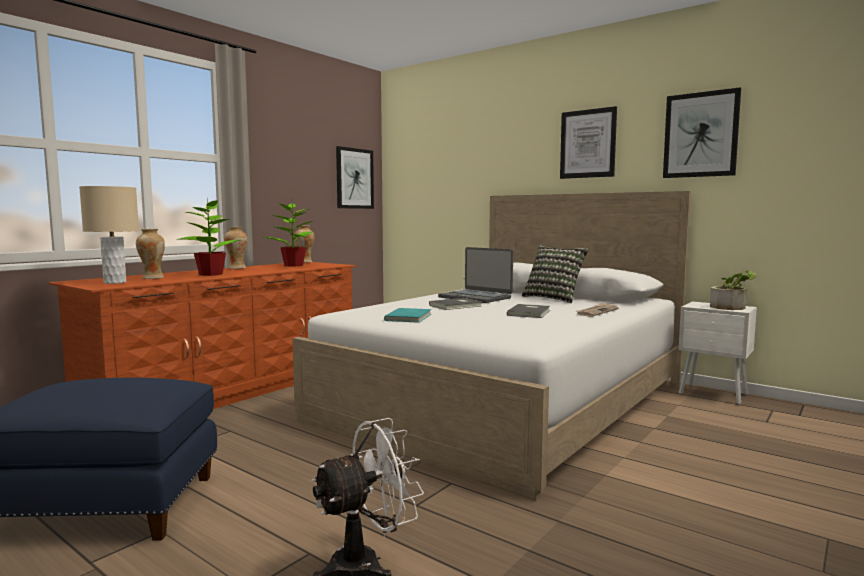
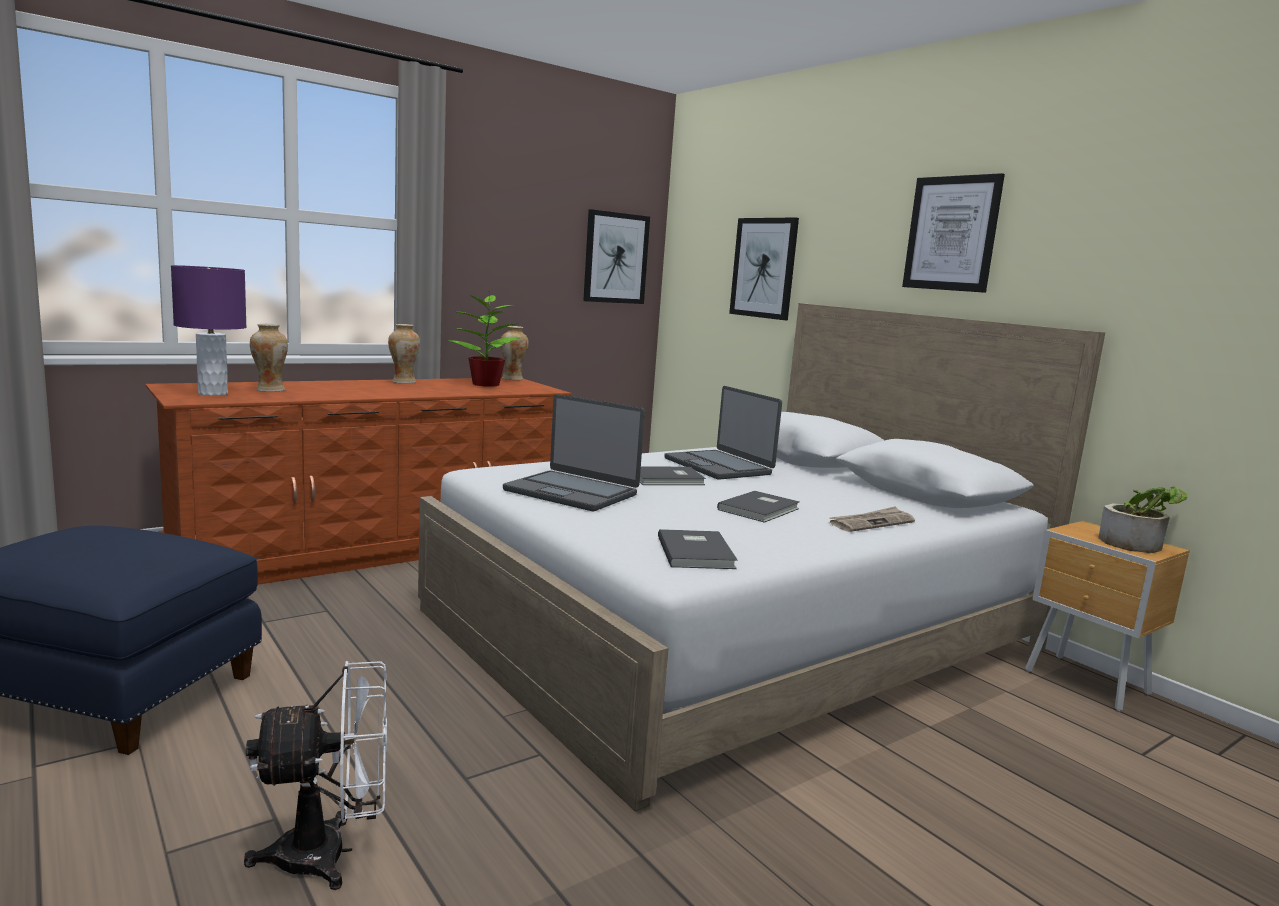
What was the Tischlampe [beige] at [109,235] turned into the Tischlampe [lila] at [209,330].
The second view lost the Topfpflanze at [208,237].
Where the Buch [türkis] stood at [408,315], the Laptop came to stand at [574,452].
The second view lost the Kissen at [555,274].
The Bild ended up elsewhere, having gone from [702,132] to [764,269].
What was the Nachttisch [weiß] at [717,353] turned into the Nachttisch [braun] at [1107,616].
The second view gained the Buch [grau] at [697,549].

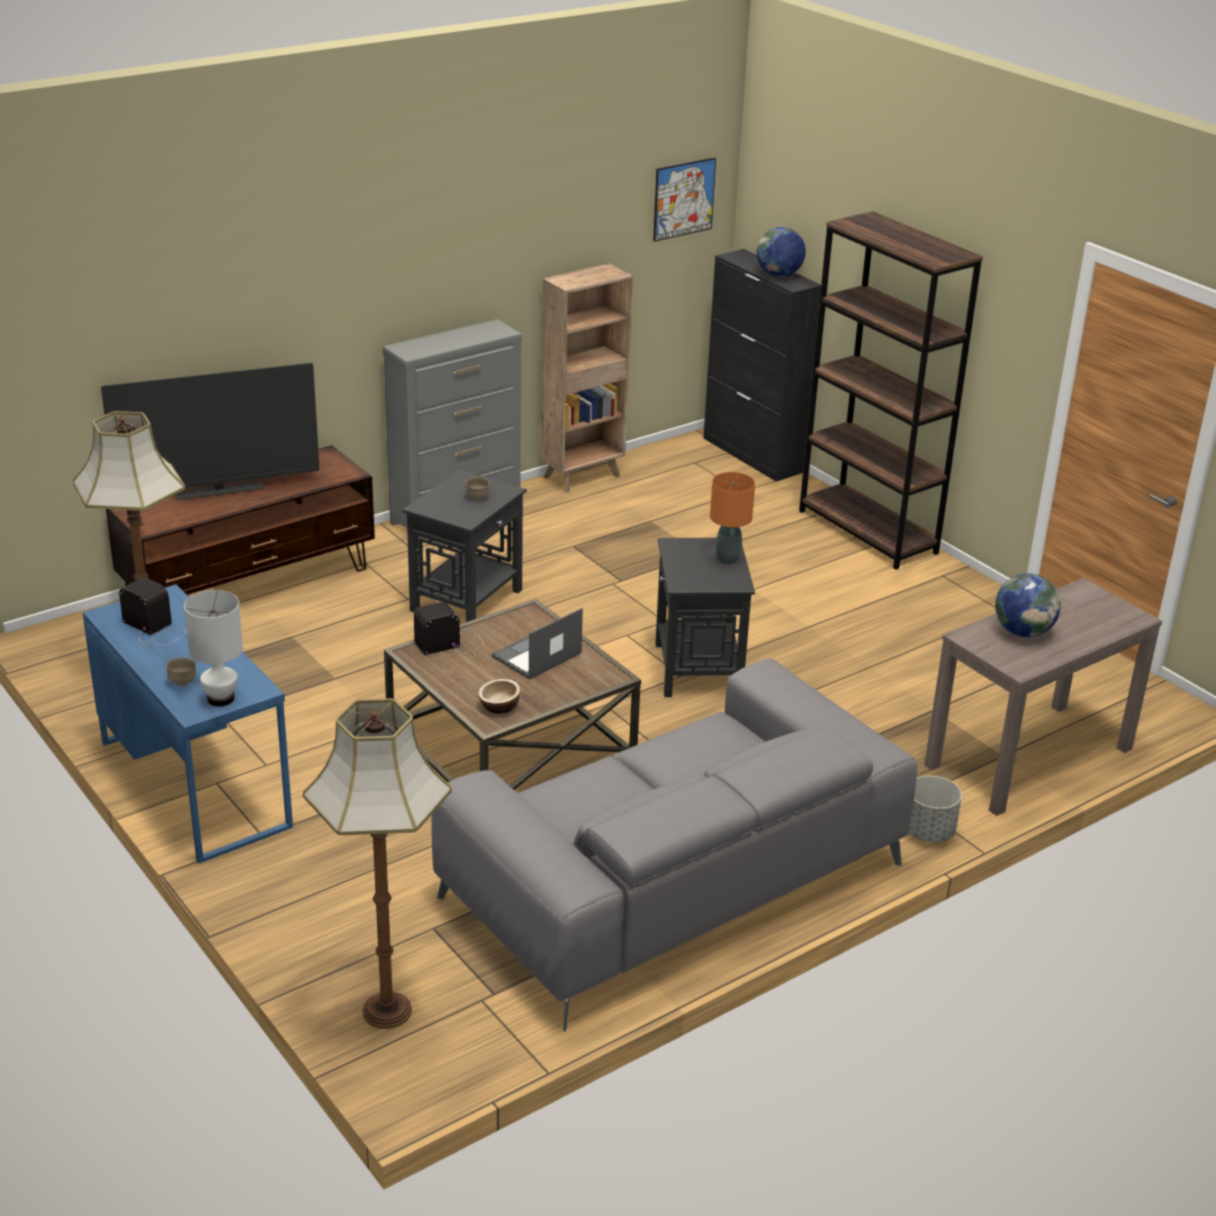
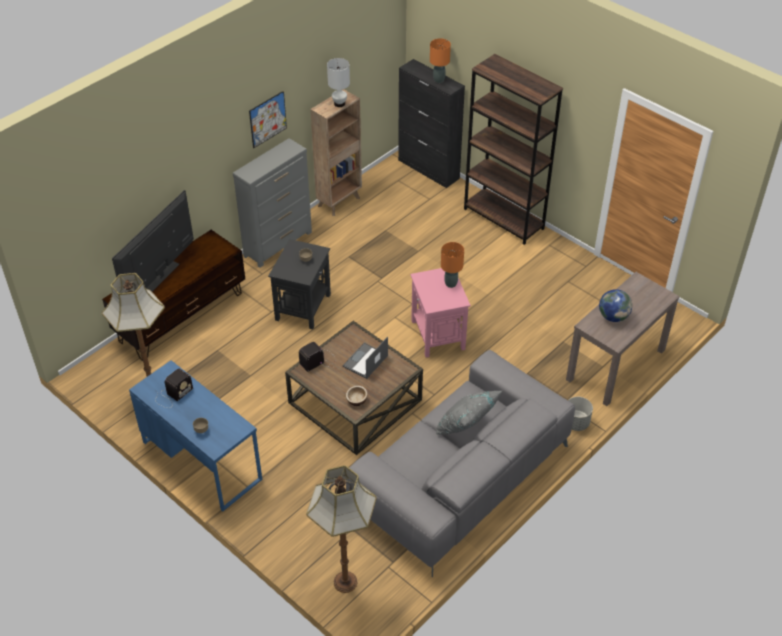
The Fernseher at [210,431] ended up facing another way, 150 degrees clockwise from before.
The Radio at [152,612] ended up facing another way, 105 degrees clockwise from before.
The Tischlampe [weiß] ended up elsewhere, having gone from [213,648] to [338,82].
The Bild ended up elsewhere, having gone from [684,200] to [268,119].
What was the Beistelltisch [schwarz] at [705,617] turned into the Beistelltisch [rosa] at [440,313].
Where the Globus stood at [781,252], the Tischlampe [orange] came to stand at [440,61].
The second view gained the Kissen [grau] at [469,412].

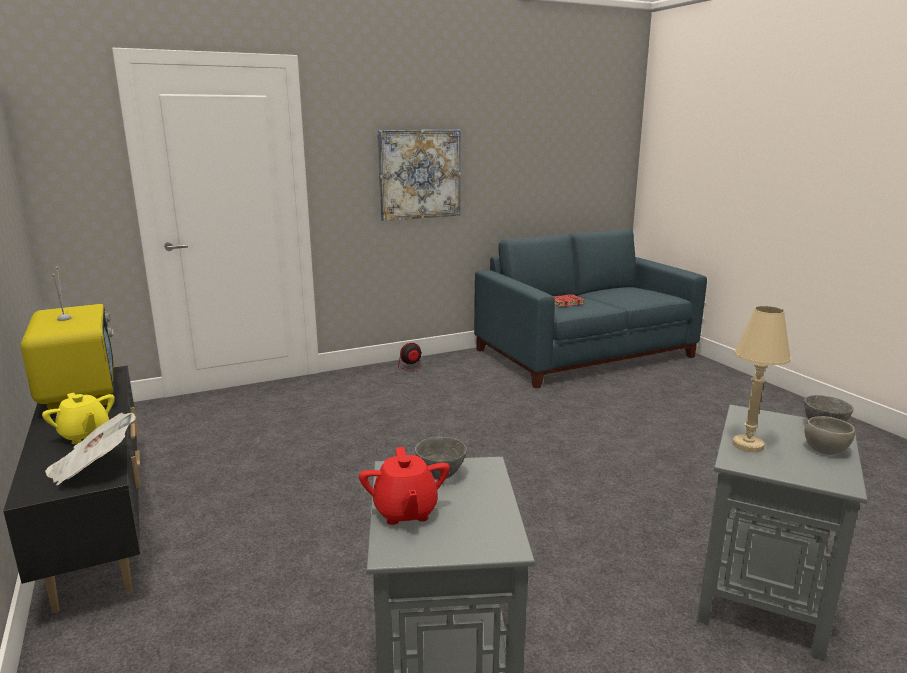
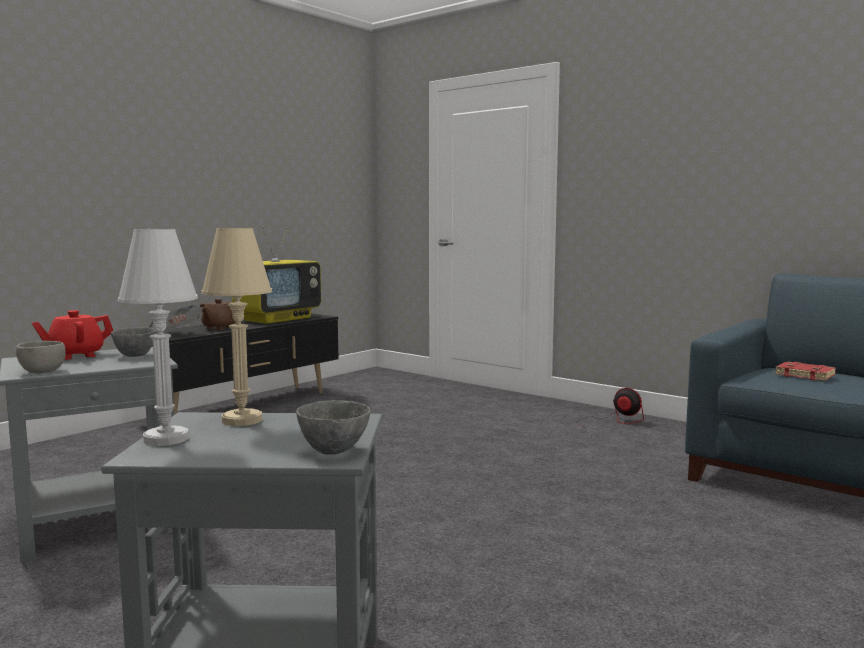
What was the Teekanne [gelb] at [78,418] turned into the Teekanne [braun] at [217,314].
The second view lost the Bild at [419,175].
The Schüssel [grau] ended up elsewhere, having gone from [829,435] to [41,357].
The second view gained the Tischlampe [weiß] at [158,337].

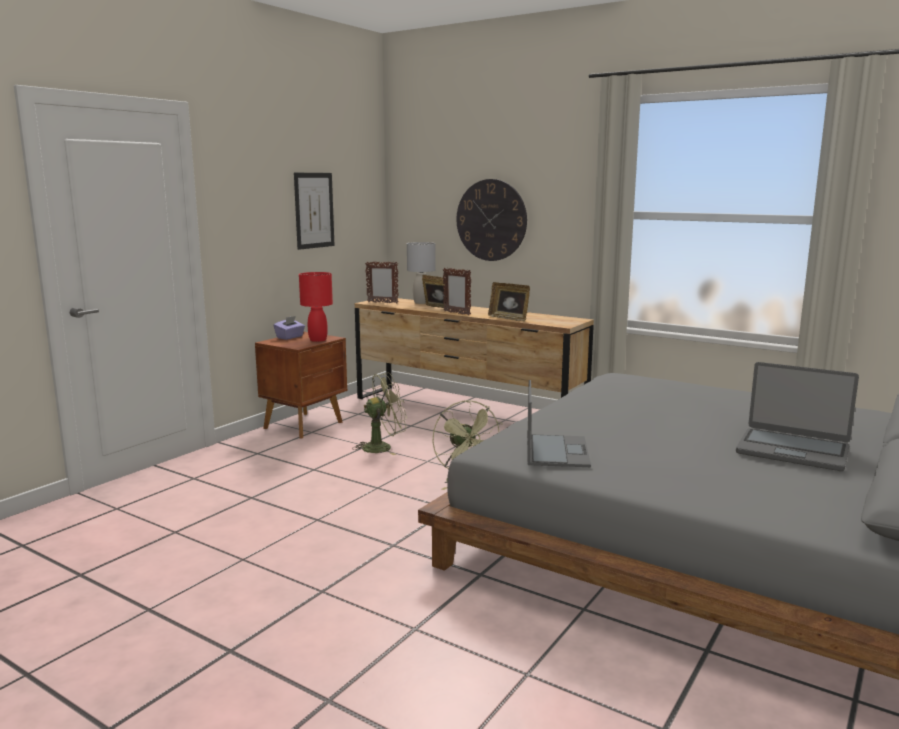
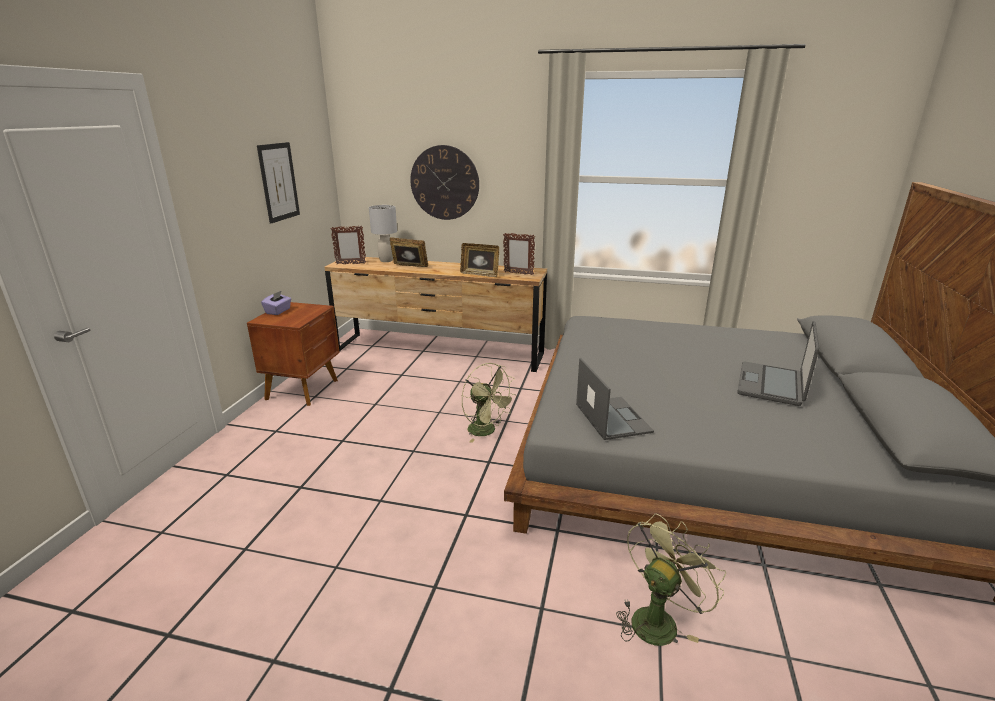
The second view lost the Tischlampe [rot] at [316,307].
The Ventilator [grün] ended up elsewhere, having gone from [379,413] to [671,580].
The Bilderrahmen ended up elsewhere, having gone from [457,291] to [519,254].
The Laptop at [797,416] ended up facing another way, 105 degrees clockwise from before.

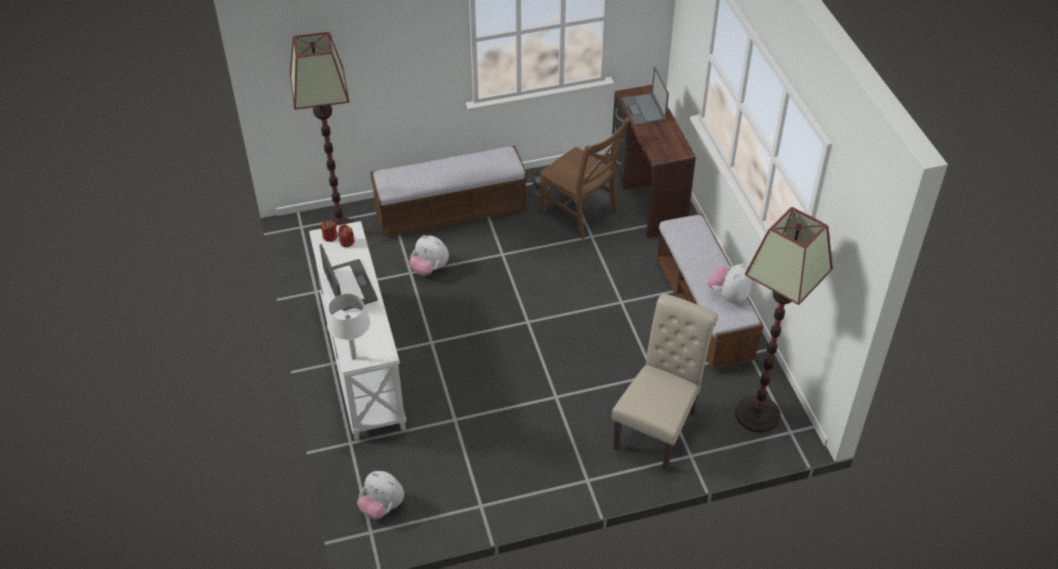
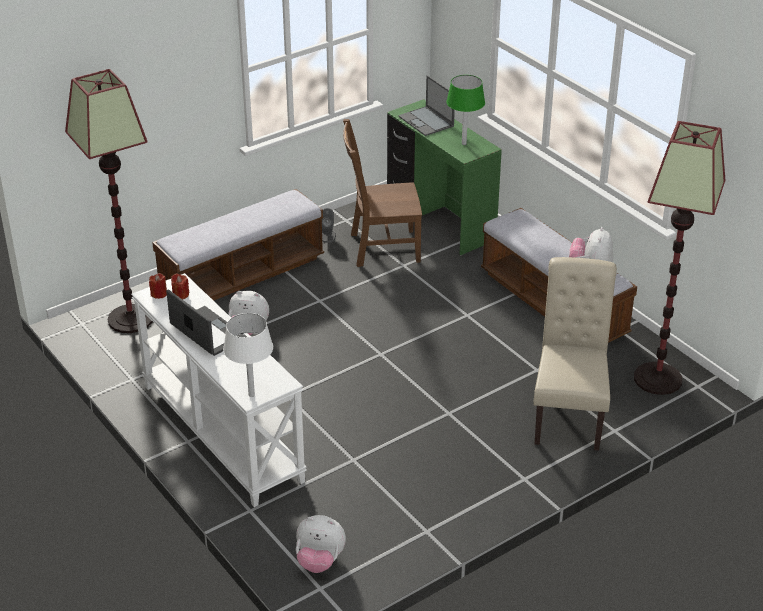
The Stuhl [braun] at [584,178] ended up facing another way, 150 degrees clockwise from before.
What was the Schreibtisch [braun] at [653,161] turned into the Schreibtisch [grün] at [444,177].
The second view gained the Tischlampe [grün] at [465,110].

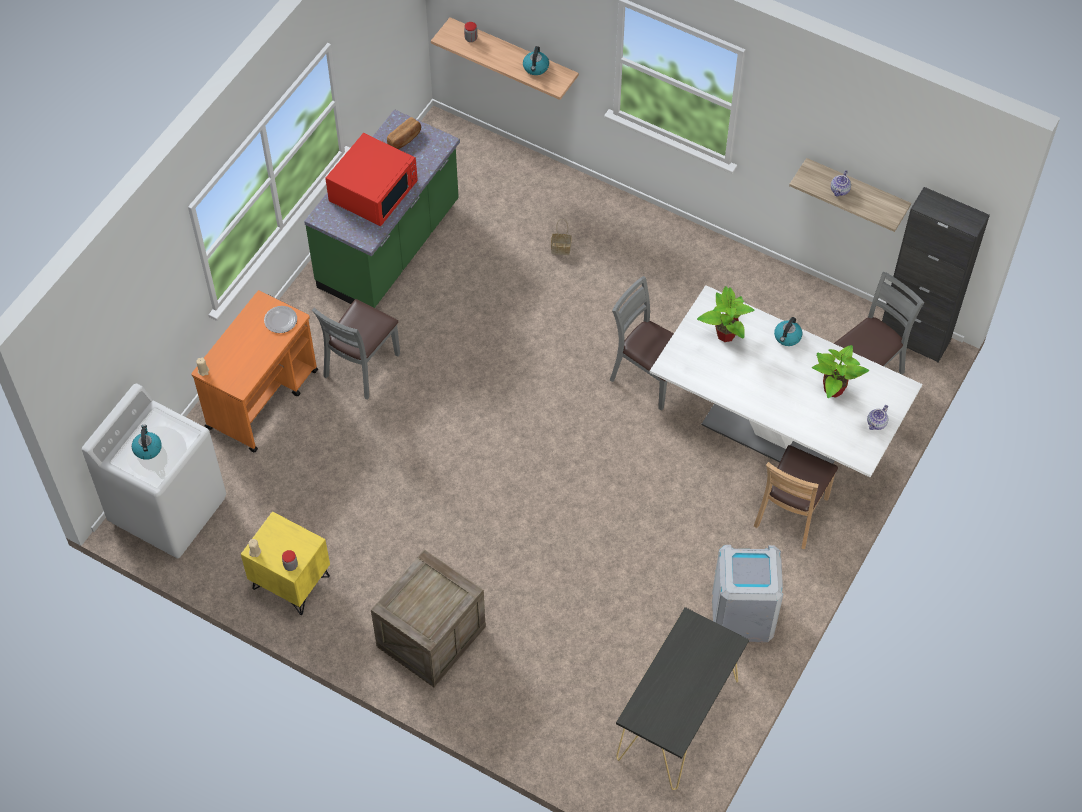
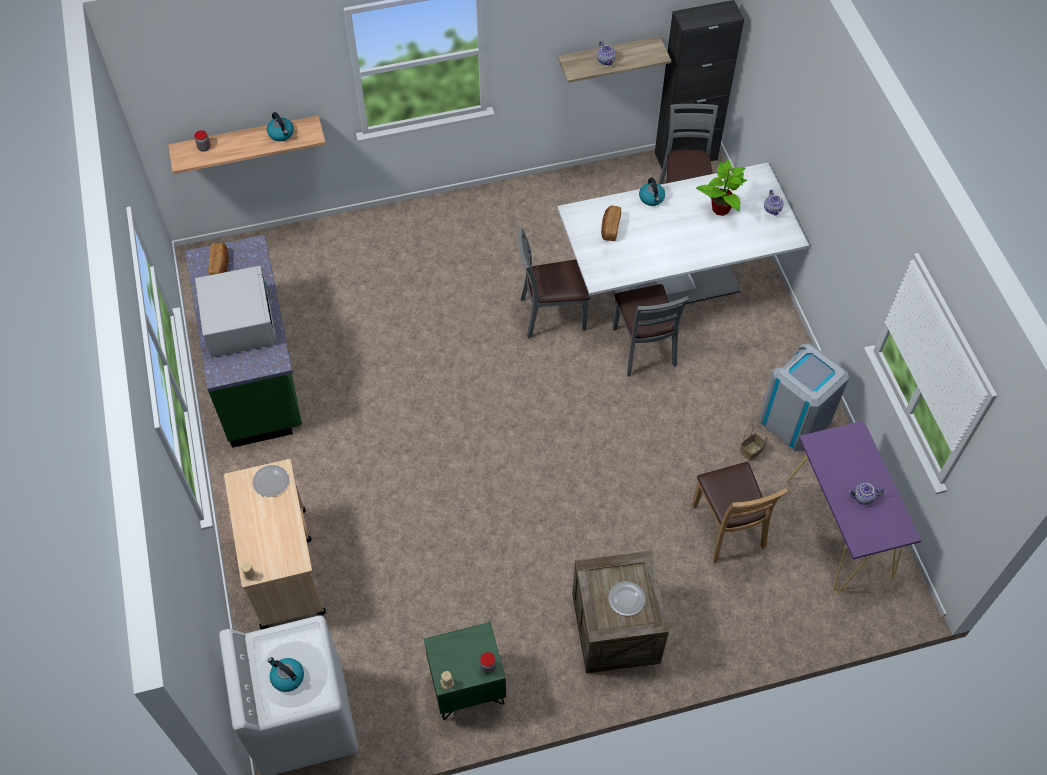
What was the Rollwagen [orange] at [254,371] turned into the Rollwagen [beige] at [275,544].
What was the Nachttisch [gelb] at [285,563] turned into the Nachttisch [grün] at [465,671].
The Stuhl [grau] ended up elsewhere, having gone from [356,349] to [650,330].
What was the Mikrowelle [rot] at [371,179] turned into the Mikrowelle [weiß] at [236,311].
The Korb ended up elsewhere, having gone from [561,237] to [753,442].
What was the Konsolentisch [schwarz] at [682,698] turned into the Konsolentisch [lila] at [854,506].
Where the Topfpflanze stood at [726,314], the Brot came to stand at [611,223].
The Stuhl [braun] ended up elsewhere, having gone from [796,497] to [740,512].
The second view gained the Teller at [626,598].
The second view gained the Teekanne at [866,494].

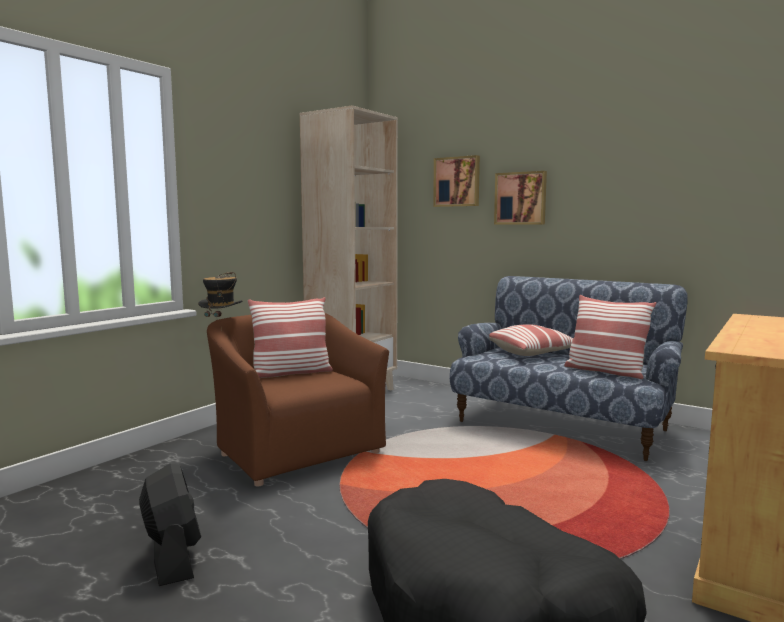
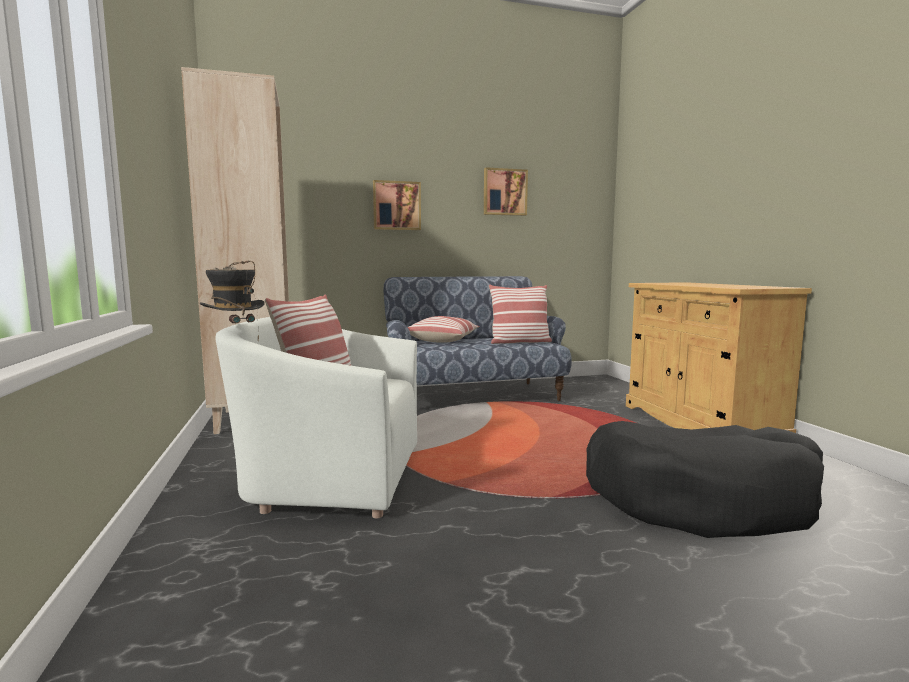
The second view lost the Ventilator [schwarz] at [170,524].
What was the Sessel [braun] at [298,400] turned into the Sessel [weiß] at [316,418].
The Bild ended up elsewhere, having gone from [456,181] to [506,191].

